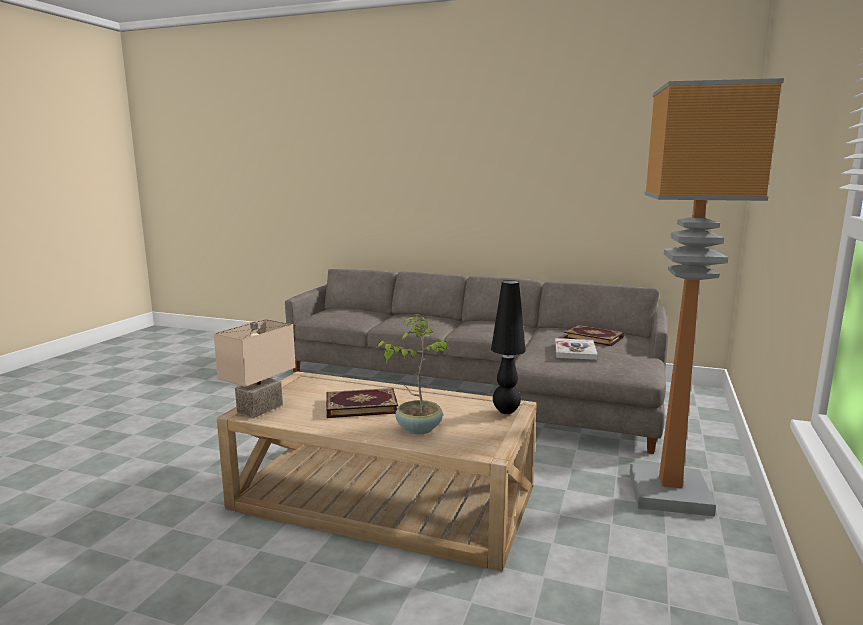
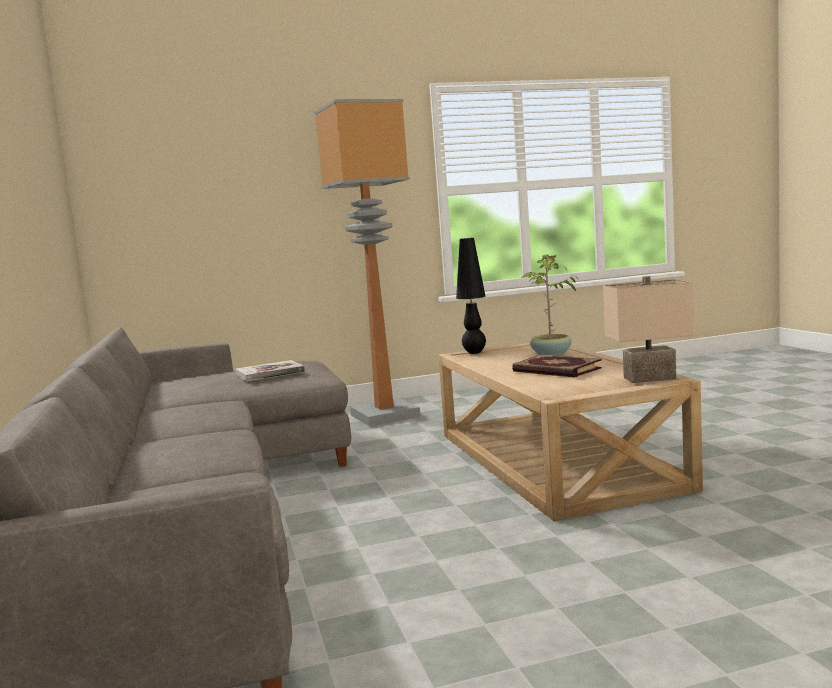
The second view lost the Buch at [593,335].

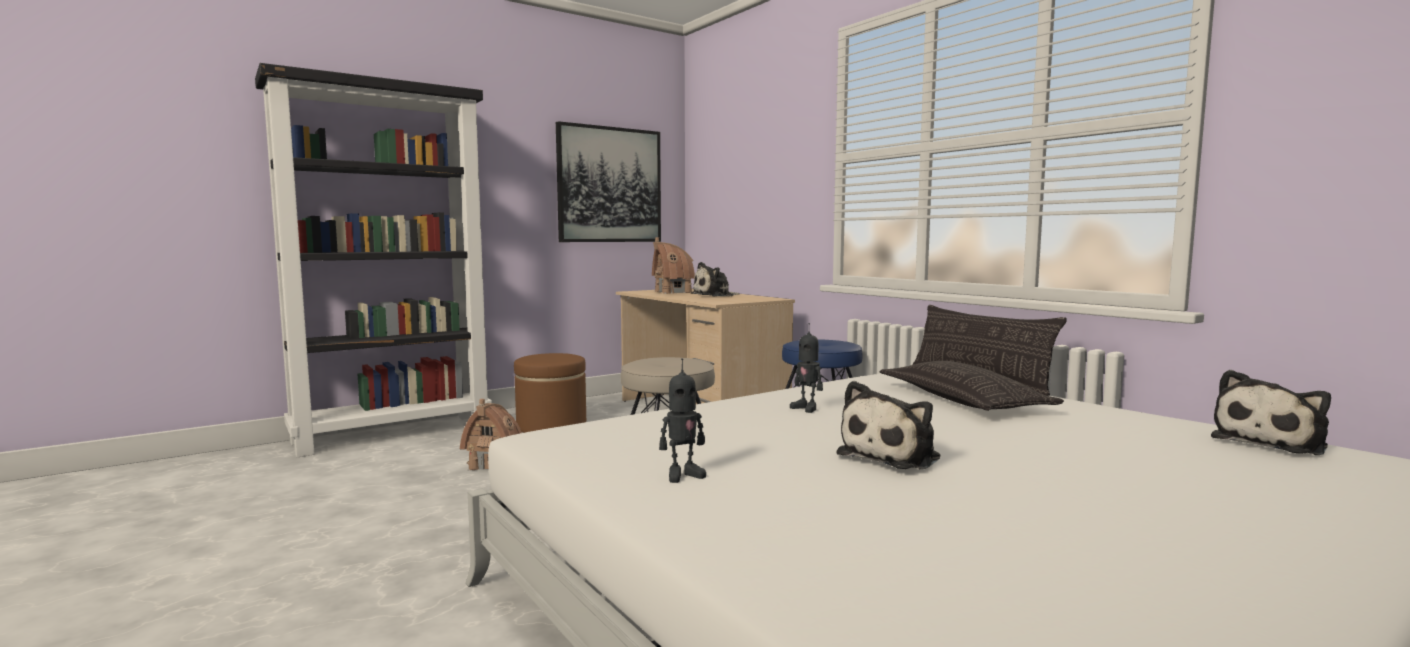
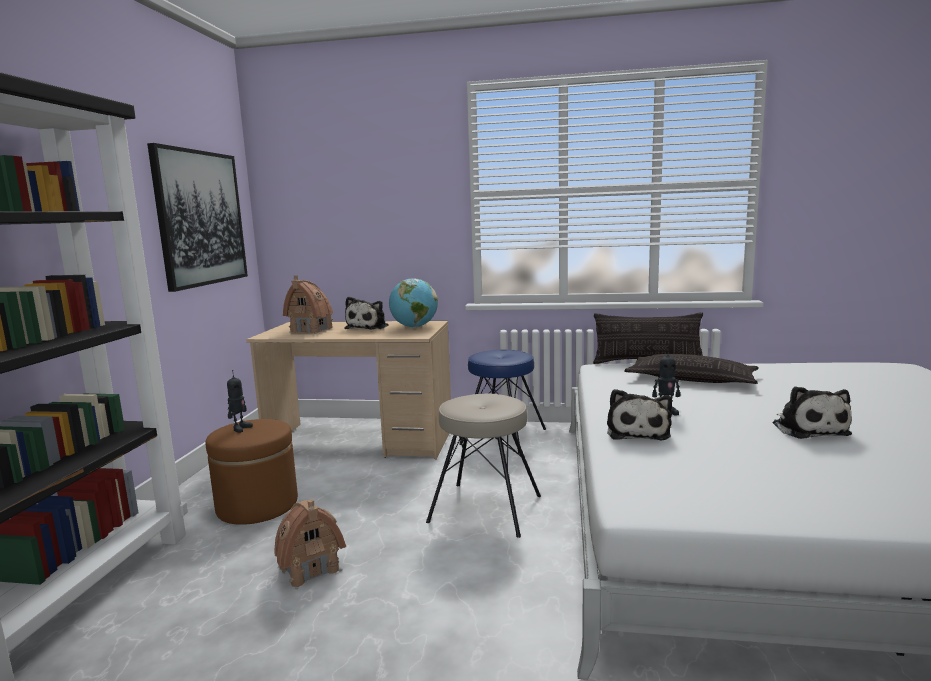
The Spielzeugroboter ended up elsewhere, having gone from [682,420] to [240,401].
The Plüschtier ended up elsewhere, having gone from [1271,412] to [639,414].
The second view gained the Globus at [413,303].

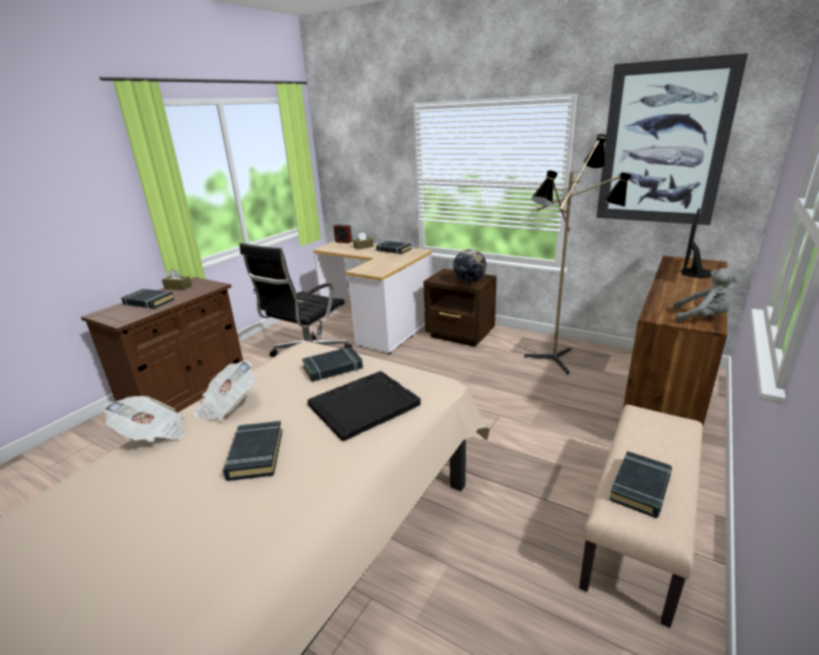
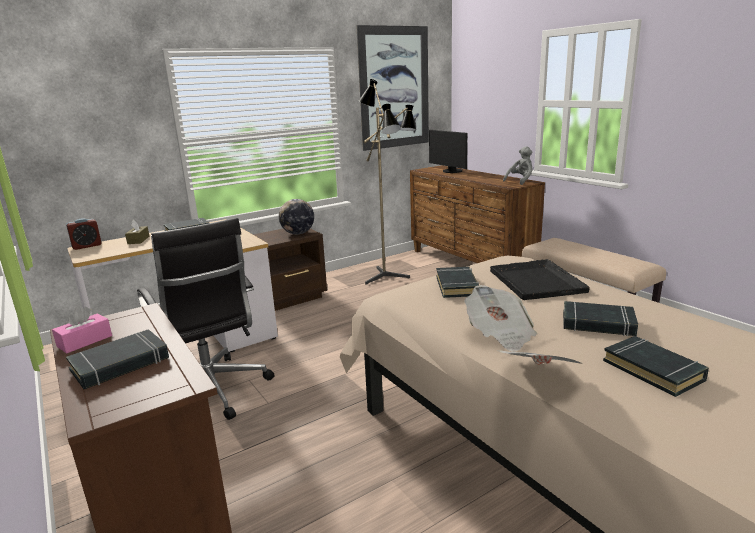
What was the Taschentuchbox [braun] at [177,279] turned into the Taschentuchbox [rosa] at [82,330].
The Buch [schwarz] ended up elsewhere, having gone from [640,484] to [656,366].

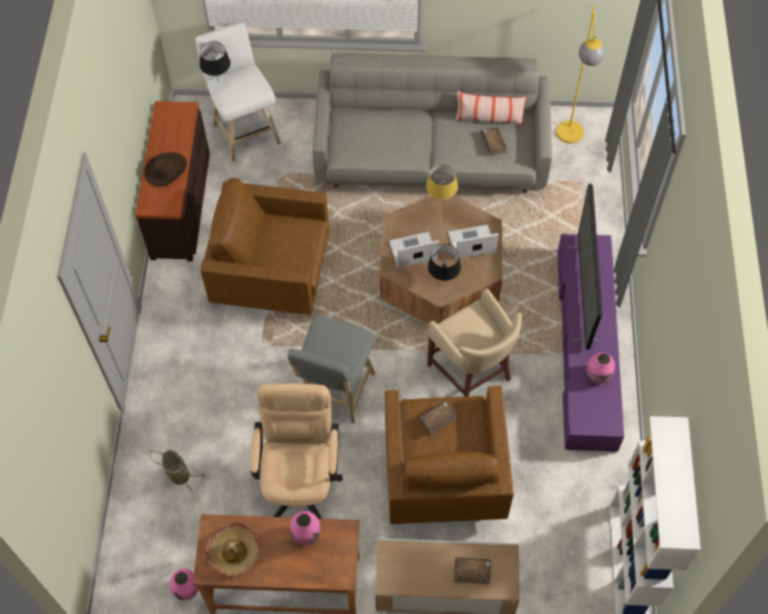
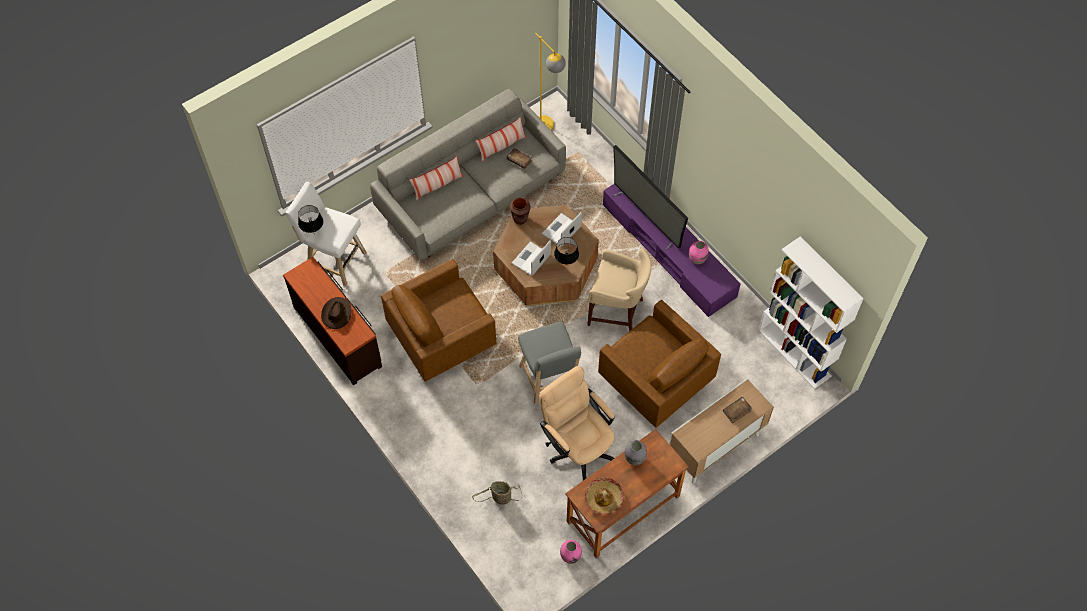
What was the Vase [rosa] at [305,528] turned into the Vase [grau] at [636,452].
The second view lost the Buch [braun] at [438,418].
Where the Tischlampe [gelb] stood at [442,181], the Vase [braun] came to stand at [520,211].
The second view gained the Kissen at [436,178].

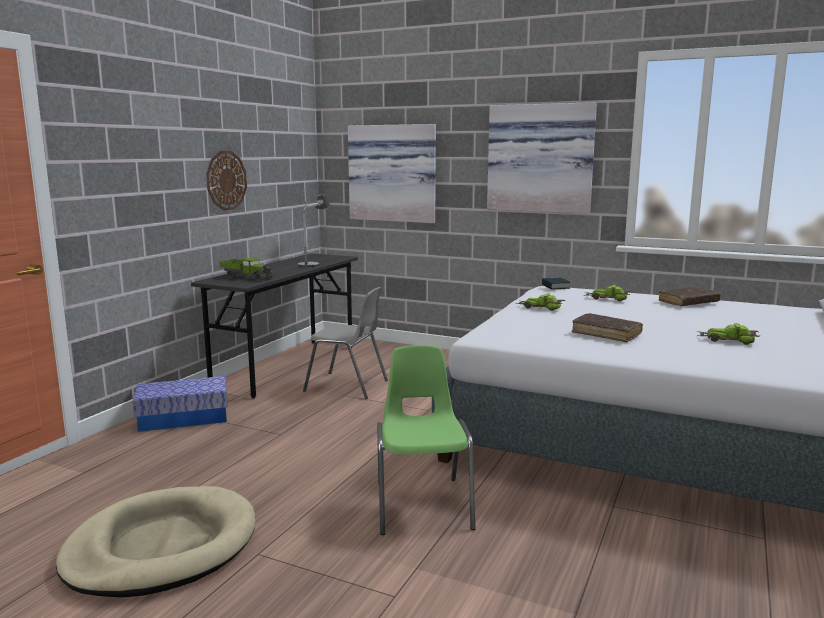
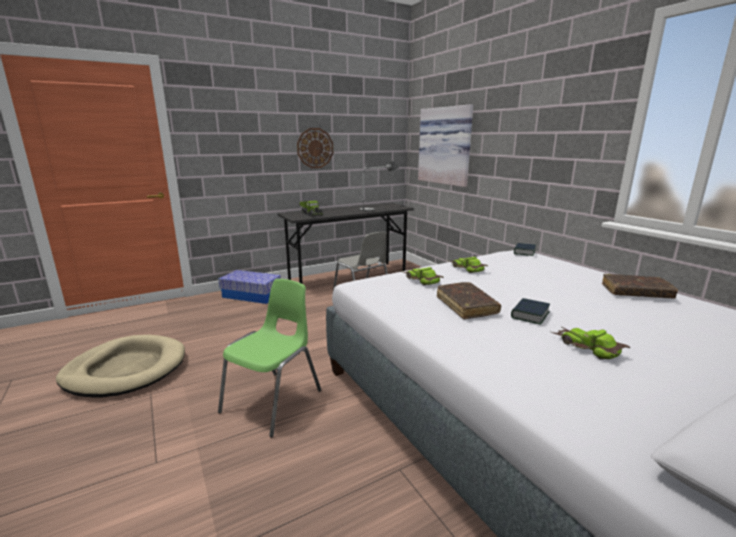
The second view lost the Bild at [542,158].
The Spielzeugauto ended up elsewhere, having gone from [607,293] to [422,276].
The second view gained the Buch at [530,311].

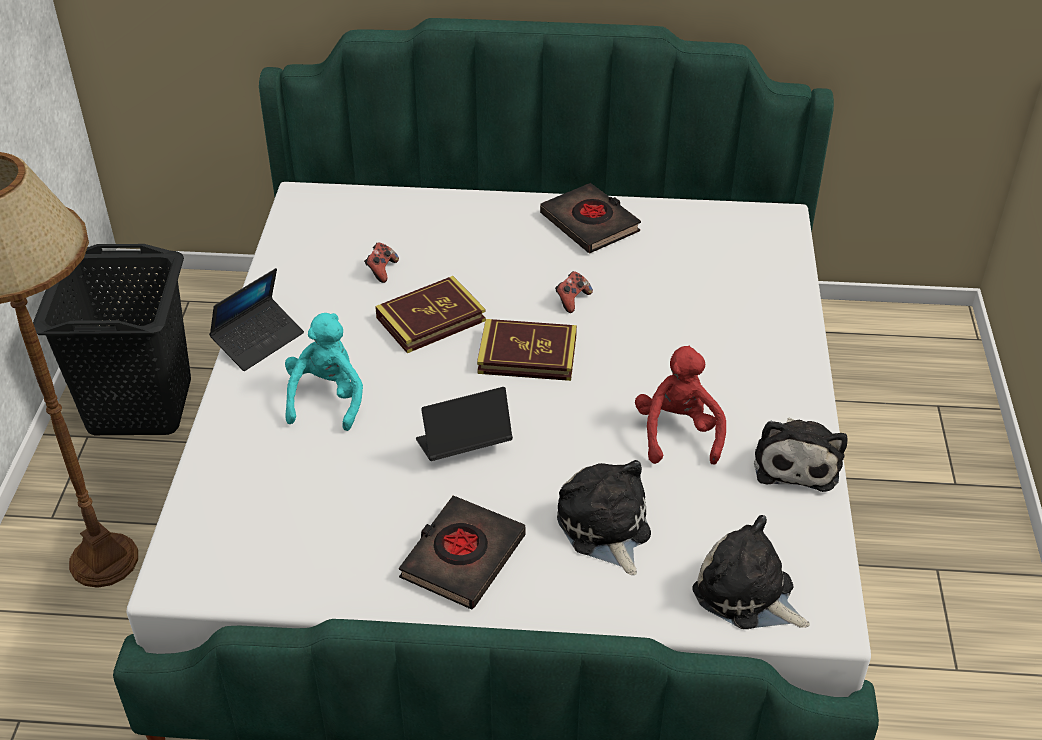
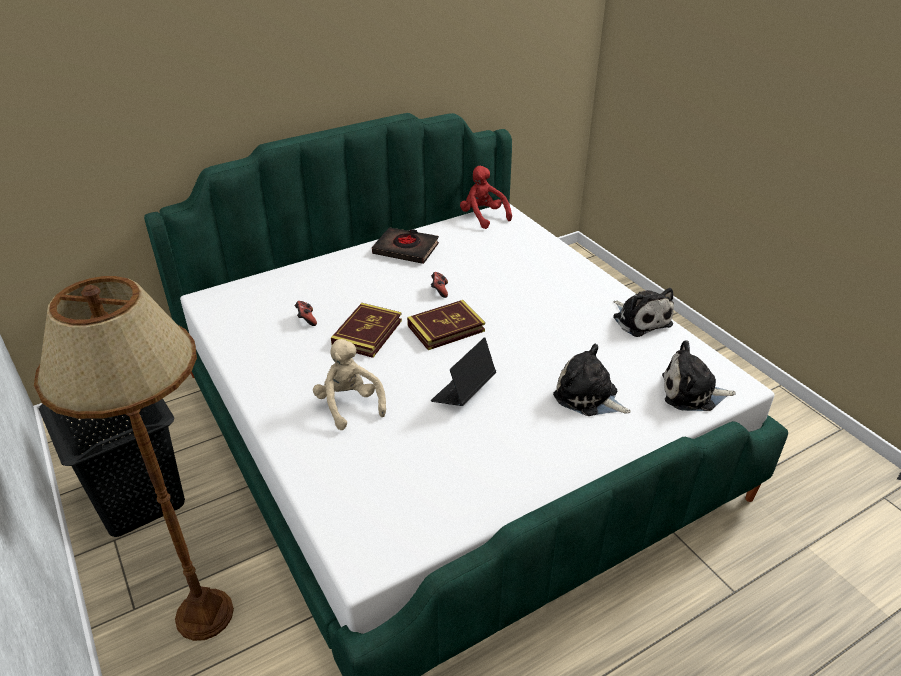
The second view lost the Laptop at [256,319].
What was the Plüschtier [türkis] at [324,372] turned into the Plüschtier [beige] at [349,384].
The second view lost the Buch [schwarz] at [462,552].
The Plüschtier [rot] ended up elsewhere, having gone from [680,405] to [486,197].

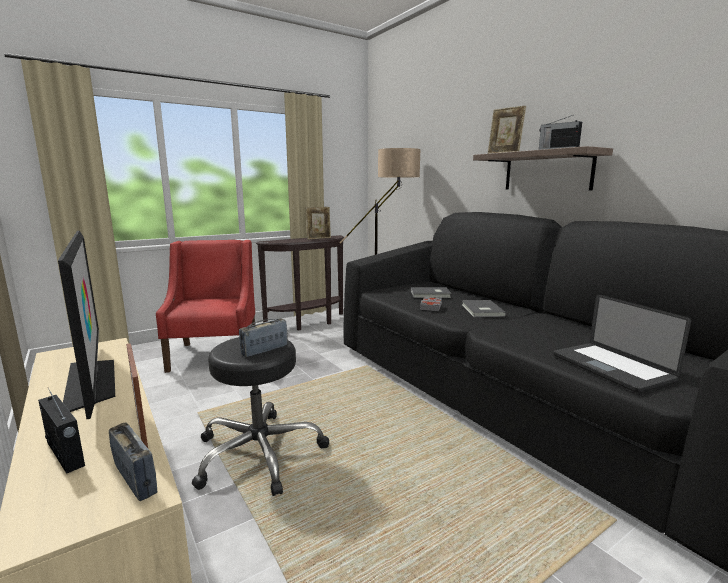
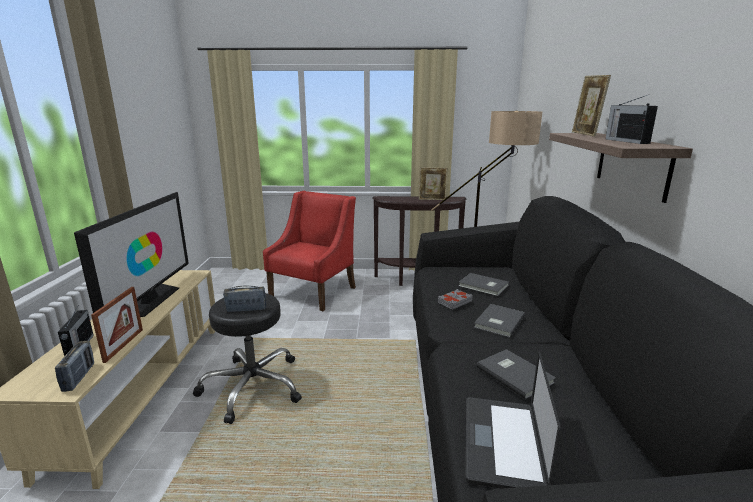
The second view gained the Buch [grau] at [516,374].

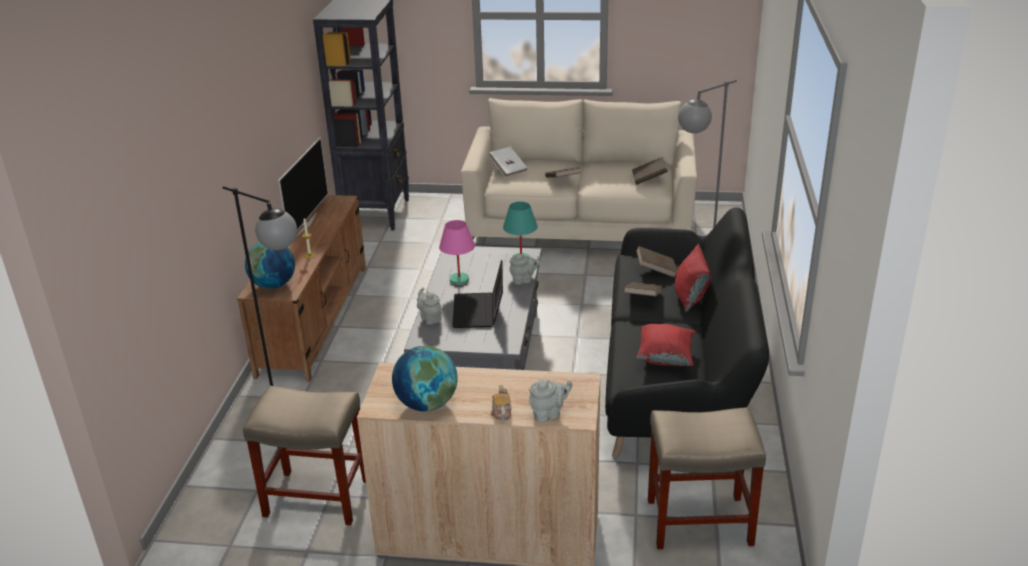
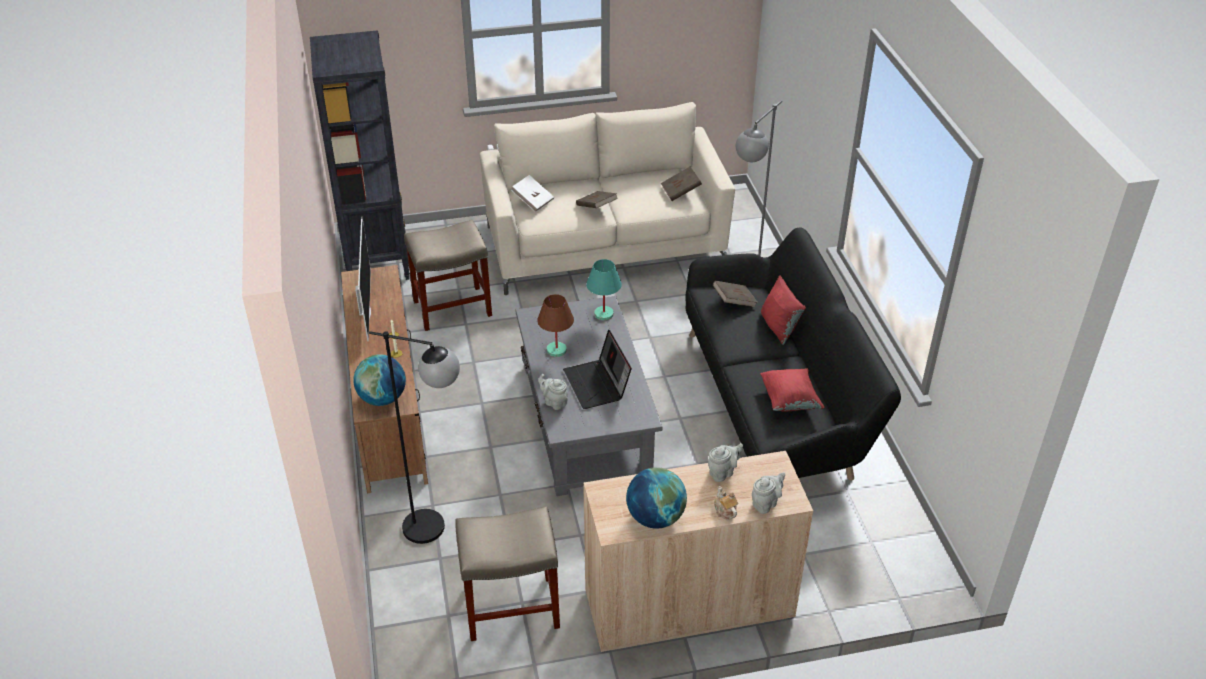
What was the Tischlampe [rosa] at [457,252] turned into the Tischlampe [braun] at [555,325].
The Teekanne [grau] ended up elsewhere, having gone from [525,269] to [725,463].
The second view lost the Buch [braun] at [643,289].
The Hocker [beige] ended up elsewhere, having gone from [707,478] to [448,275].

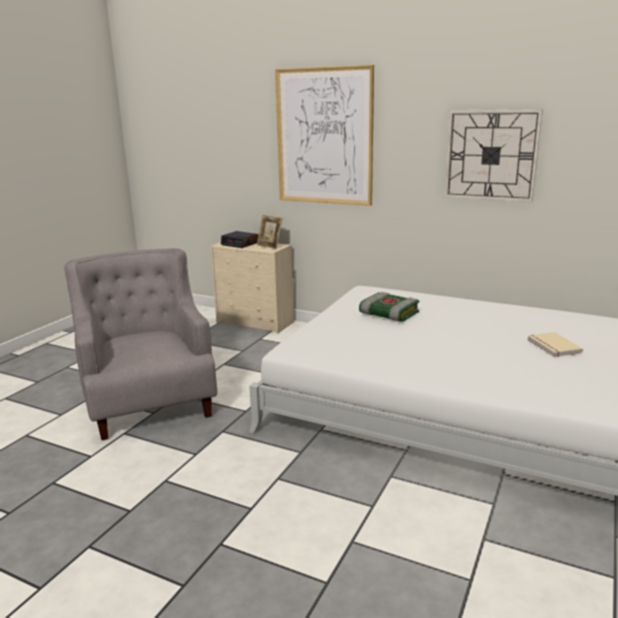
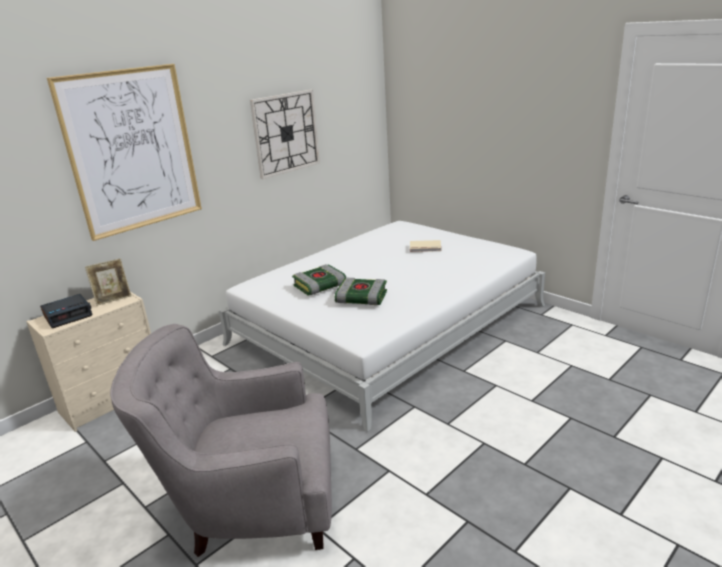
The second view gained the Buch at [361,291].

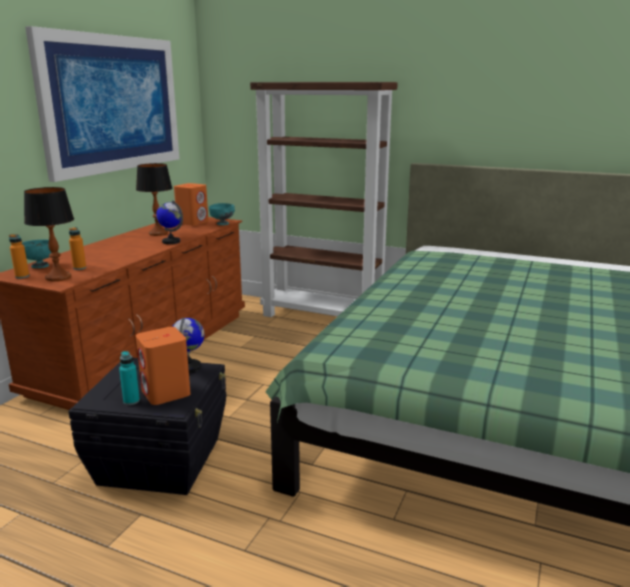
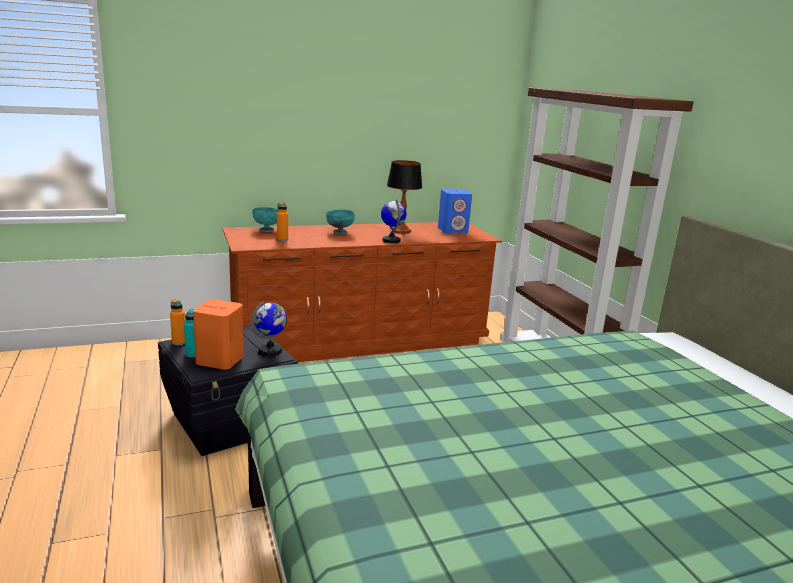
The Flasche [orange] ended up elsewhere, having gone from [19,256] to [177,322].
The second view lost the Tischlampe at [49,234].
The second view lost the Bild at [102,104].
What was the Lautsprecher [orange] at [191,204] turned into the Lautsprecher [blau] at [455,211].
The Schüssel [türkis] ended up elsewhere, having gone from [222,214] to [340,222].

